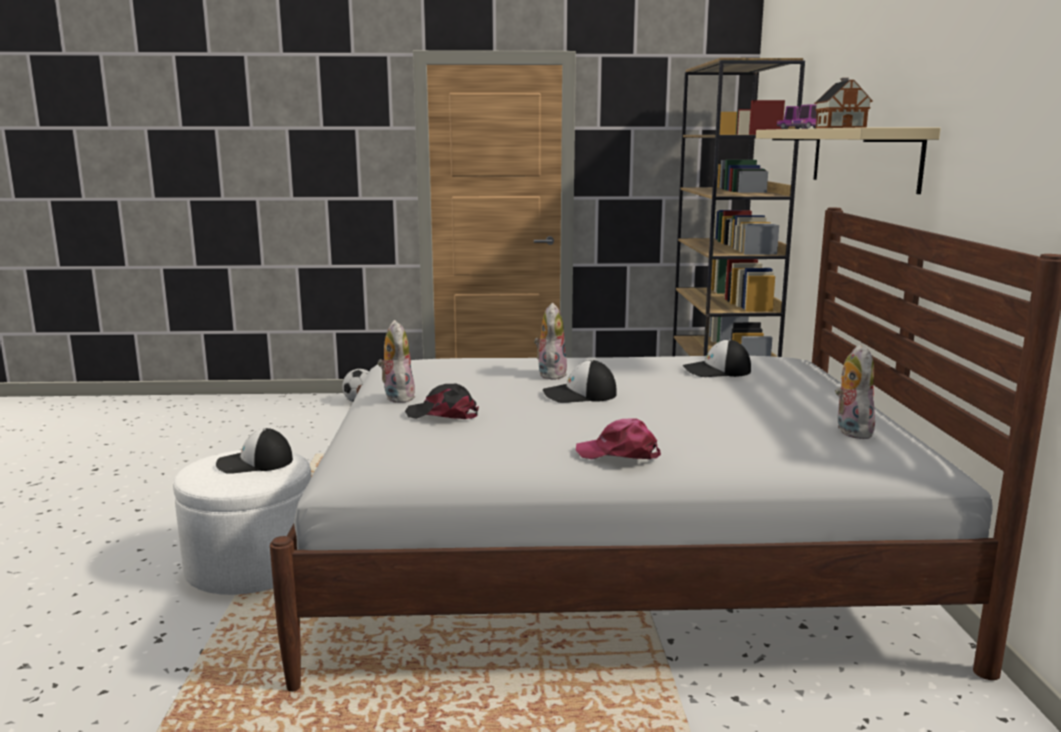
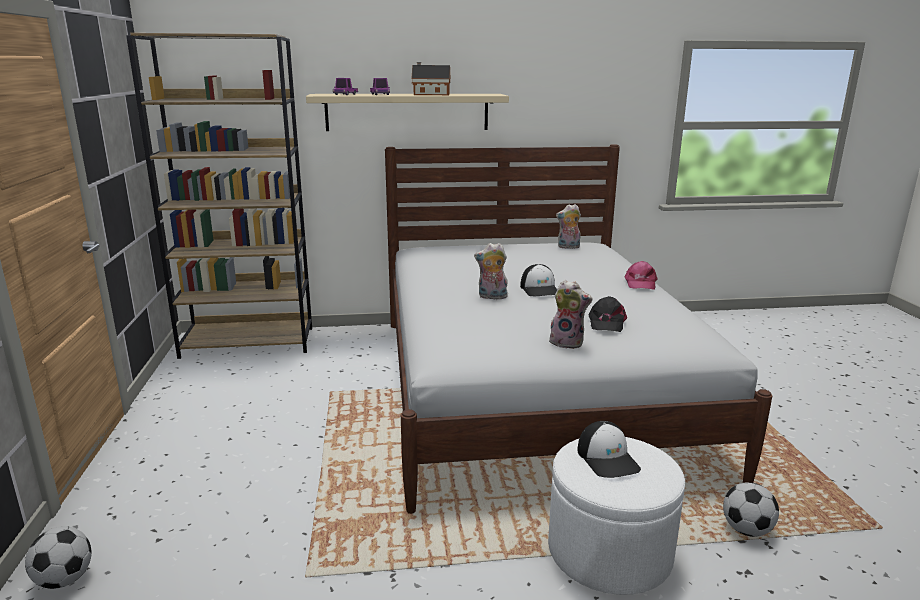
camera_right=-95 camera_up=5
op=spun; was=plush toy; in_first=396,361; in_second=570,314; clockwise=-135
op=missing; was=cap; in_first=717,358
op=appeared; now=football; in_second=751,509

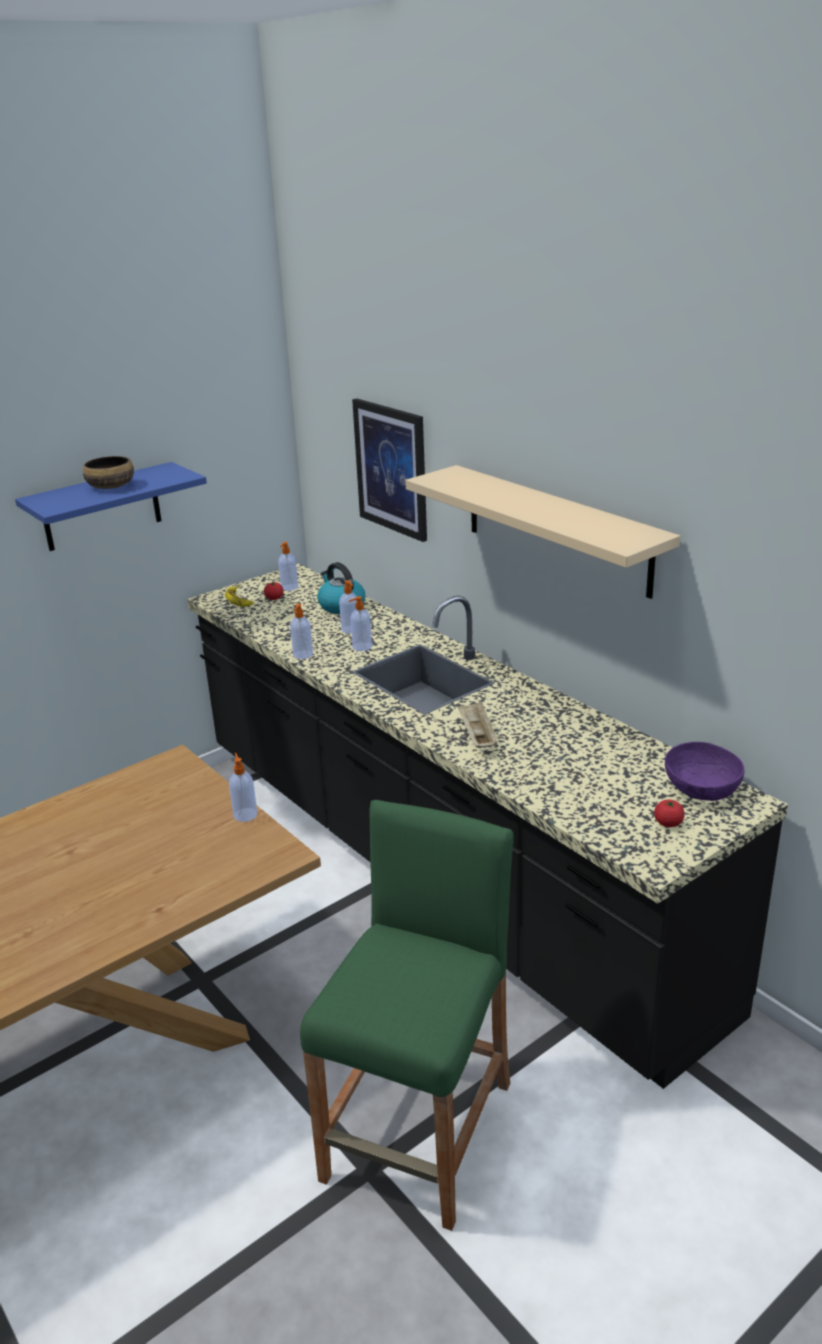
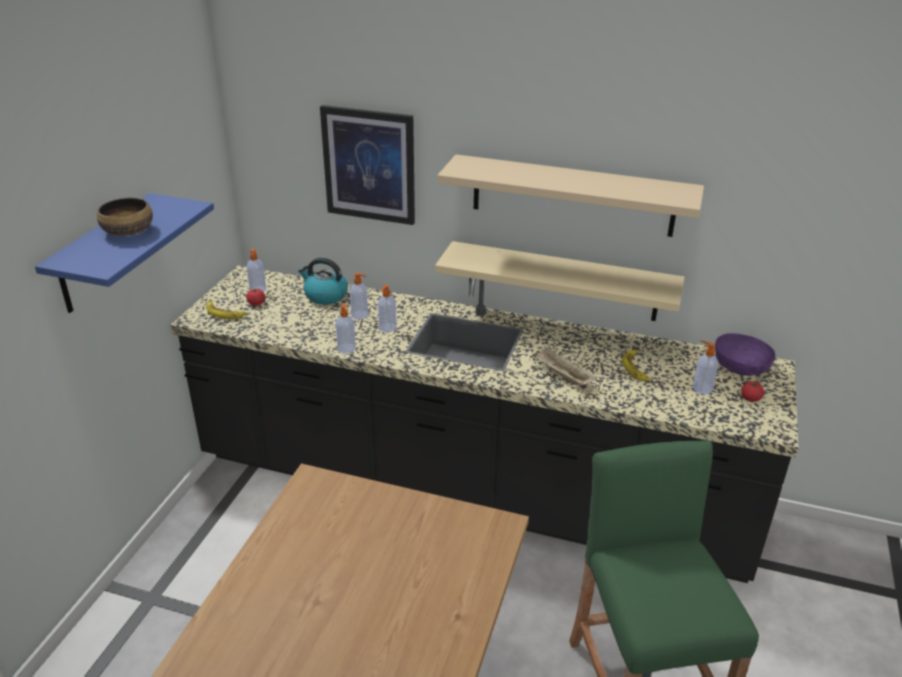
camera_right=-35 camera_up=5
op=relocated; was=soap dispenser; in_first=243,787; in_second=705,367
op=appeared; now=shelf (beige); in_second=560,281
op=appeared; now=banana; in_second=636,365

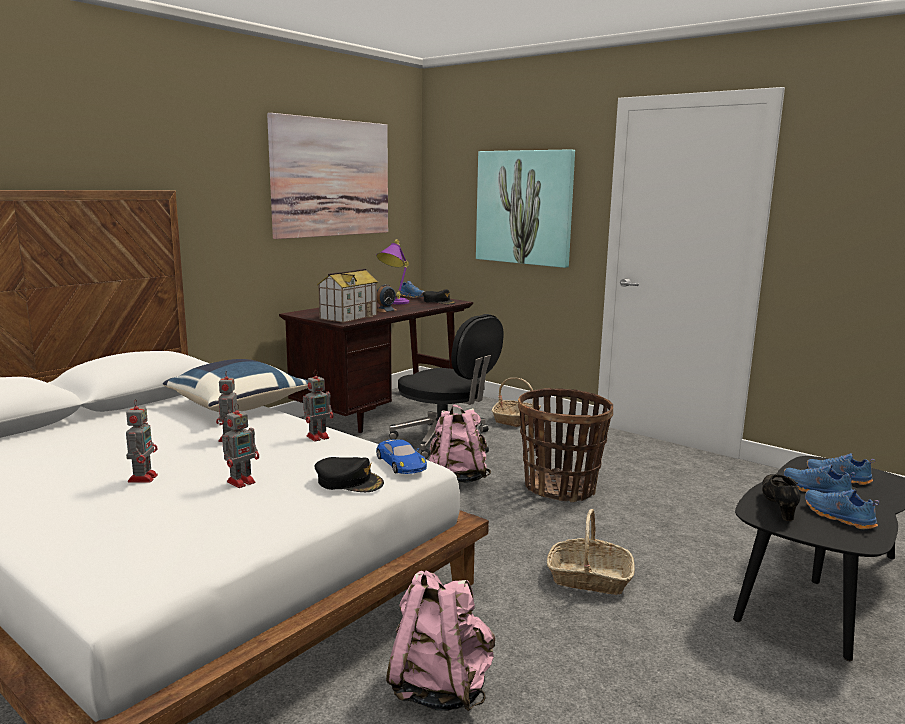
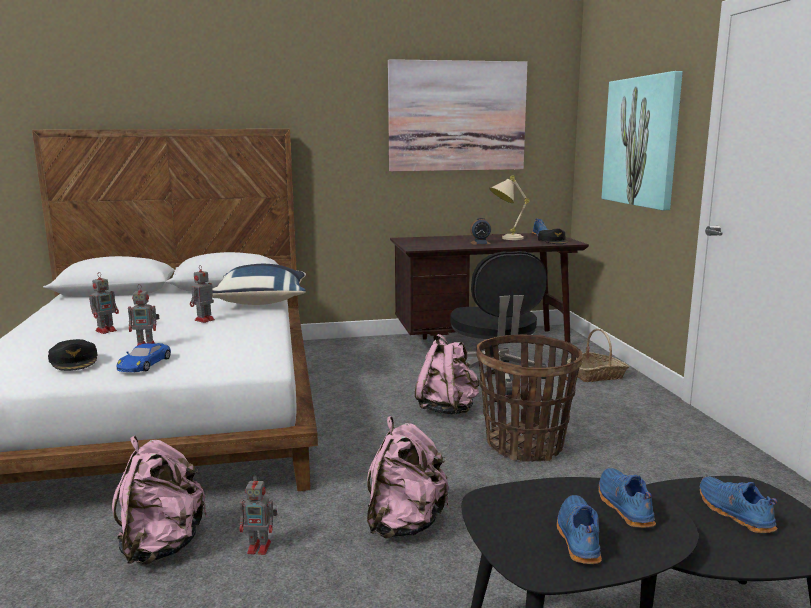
camera_right=40 camera_up=0
op=relocated; was=toy robot; in_first=318,406; in_second=258,515
op=relocated; was=cap (black); in_first=349,474; in_second=72,355
op=missing; was=toy house; in_first=347,295
op=colour; was=table lamp (purple); now=table lamp (beige); in_first=392,272; in_second=509,208
op=relocated; was=toy car (blue); in_first=401,456; in_second=144,357
op=exchanged; was=basket; now=backpack (pink); in_first=591,552; in_second=408,477
op=missing; was=shoe (black); in_first=781,497

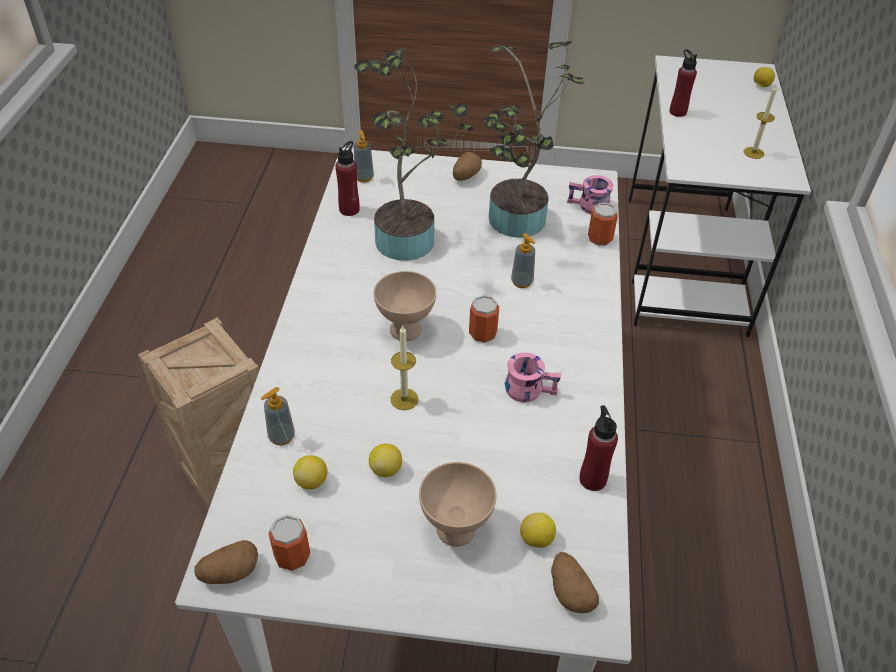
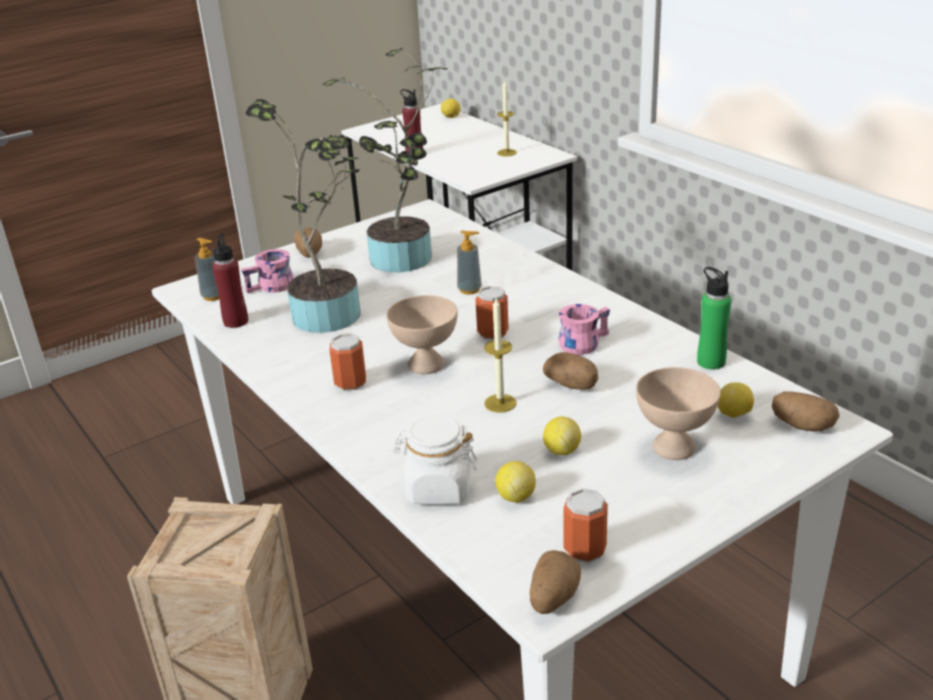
camera_right=-40 camera_up=-15
op=exchanged; was=soap dispenser; now=jar (white); in_first=277,416; in_second=435,460
op=relocated; was=mug (pink); in_first=590,194; in_second=267,271
op=colour; was=bottle (red); now=bottle (green); in_first=598,448; in_second=714,318
op=relocated; was=can; in_first=603,224; in_second=347,362
op=appeared; now=potato; in_second=570,371

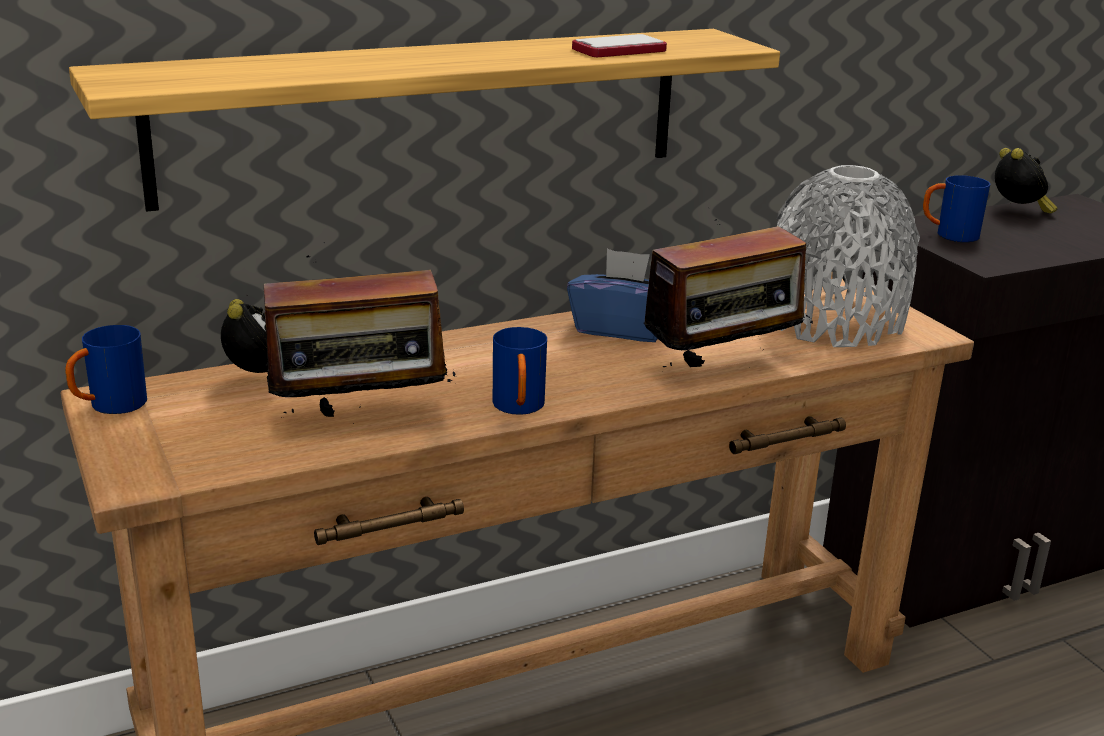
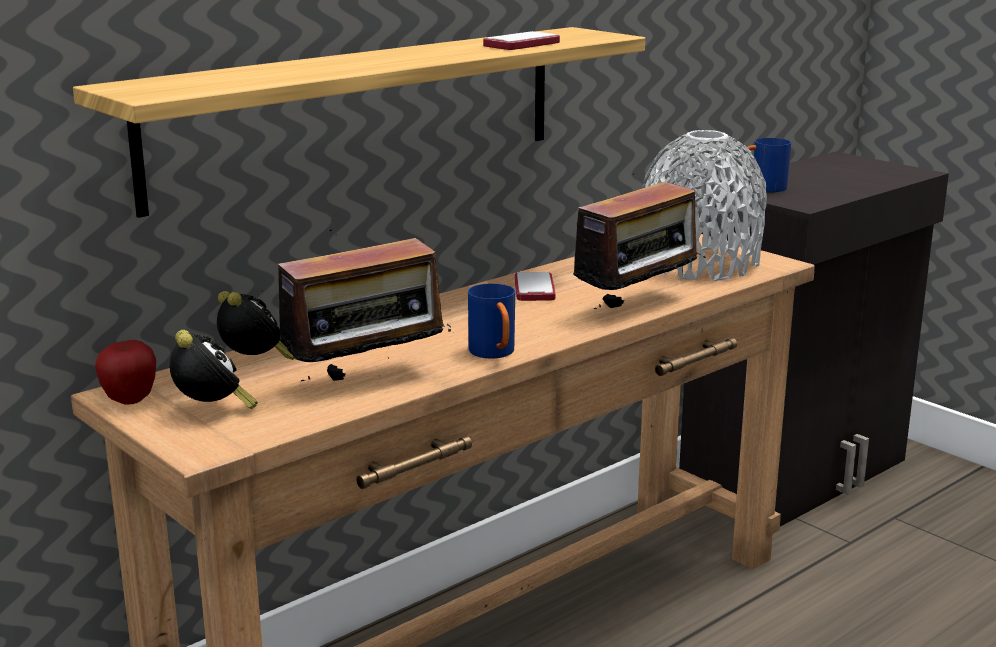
camera_right=-15 camera_up=-5
op=exchanged; was=mug (blue); now=apple; in_first=106,369; in_second=125,372
op=exchanged; was=tissue box (blue); now=phone; in_first=612,295; in_second=535,286
op=relocated; was=alarm clock; in_first=1026,181; in_second=213,369

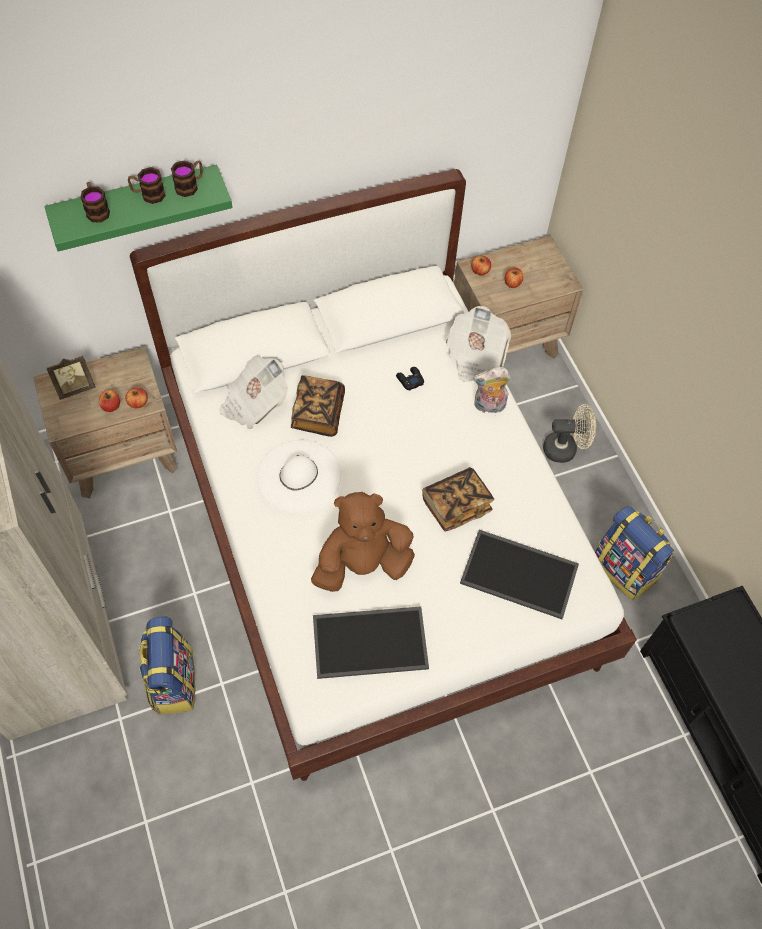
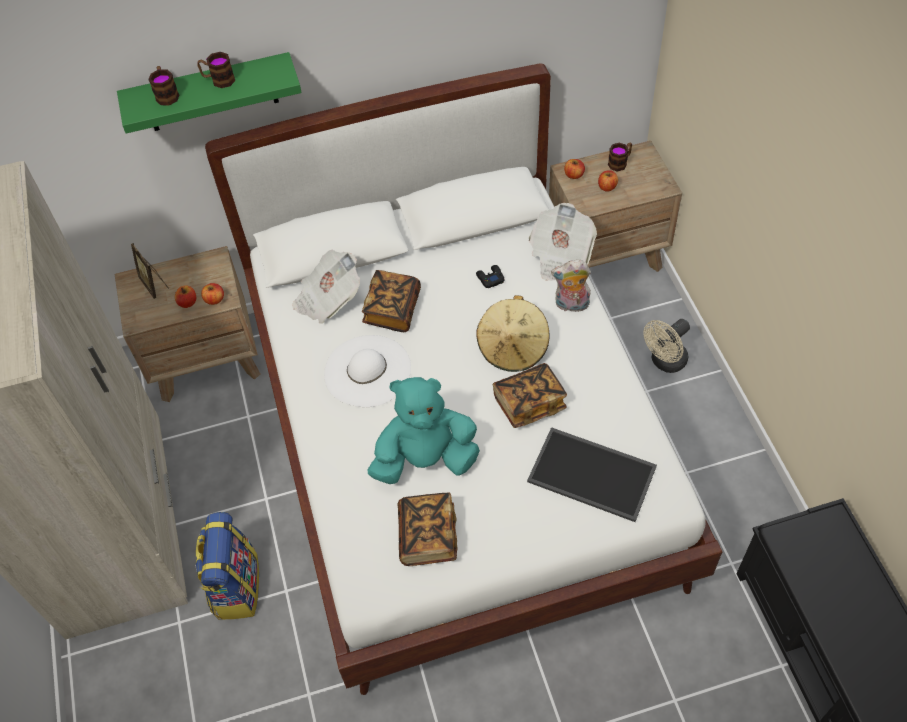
camera_right=10 camera_up=-5
op=spun; was=picture frame; in_first=70,378; in_second=150,271; clockwise=75
op=relocated; was=mug; in_first=187,179; in_second=620,157
op=colour; was=plush toy (brown); now=plush toy (turquoise); in_first=363,542; in_second=423,430
op=exchanged; was=tray; now=book; in_first=371,642; in_second=427,529
op=spun; was=fan (beige); in_first=569,433; in_second=666,346; clockwise=135
op=missing; was=backpack; in_first=634,553
op=appeared; now=hat (beige); in_second=513,333

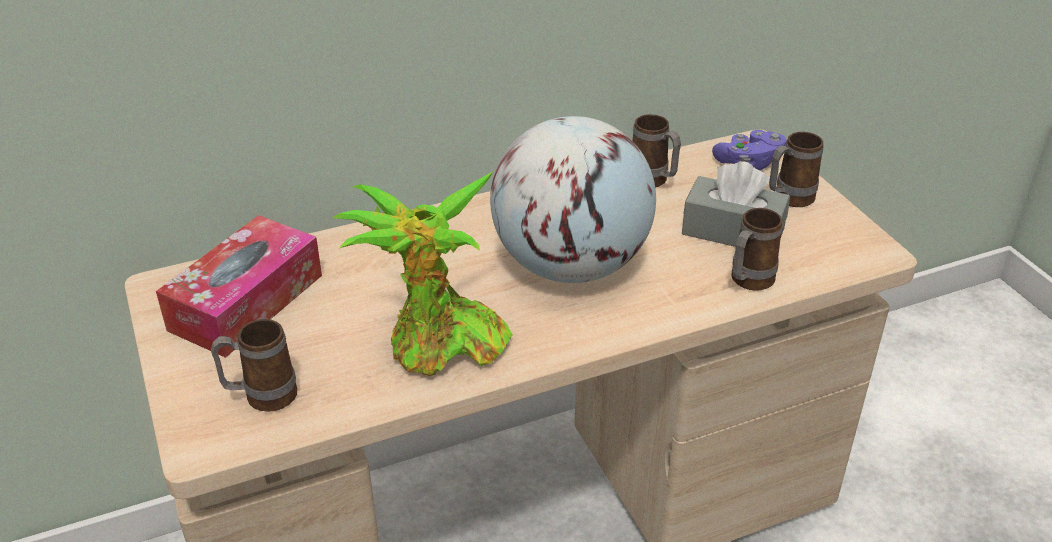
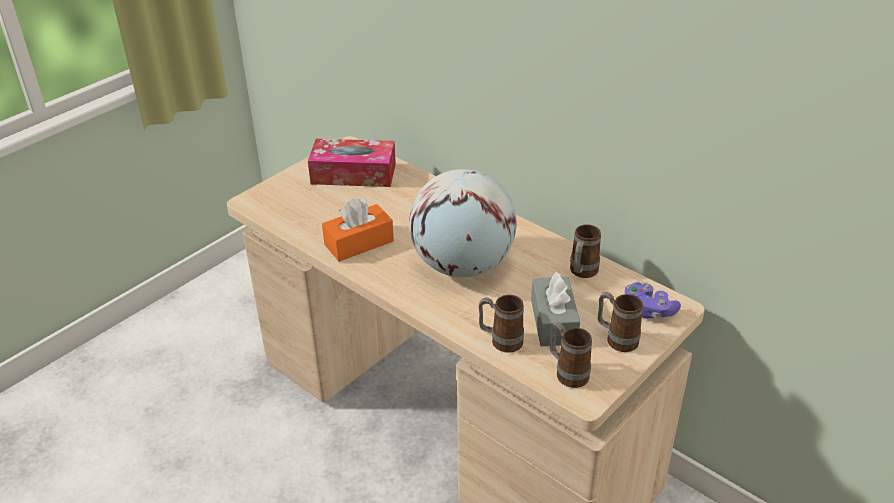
camera_right=65 camera_up=0
op=relocated; was=mug; in_first=254,365; in_second=571,355
op=exchanged; was=potted plant; now=tissue box (orange); in_first=422,274; in_second=358,230

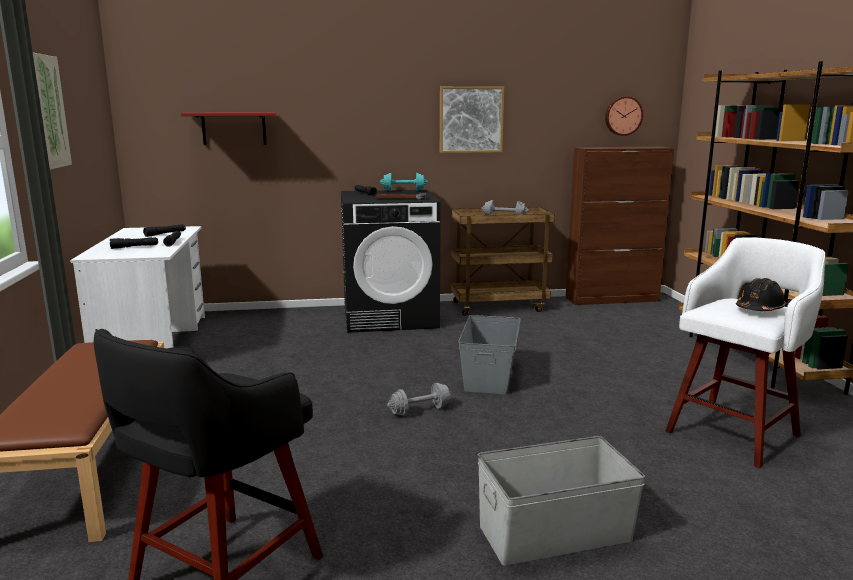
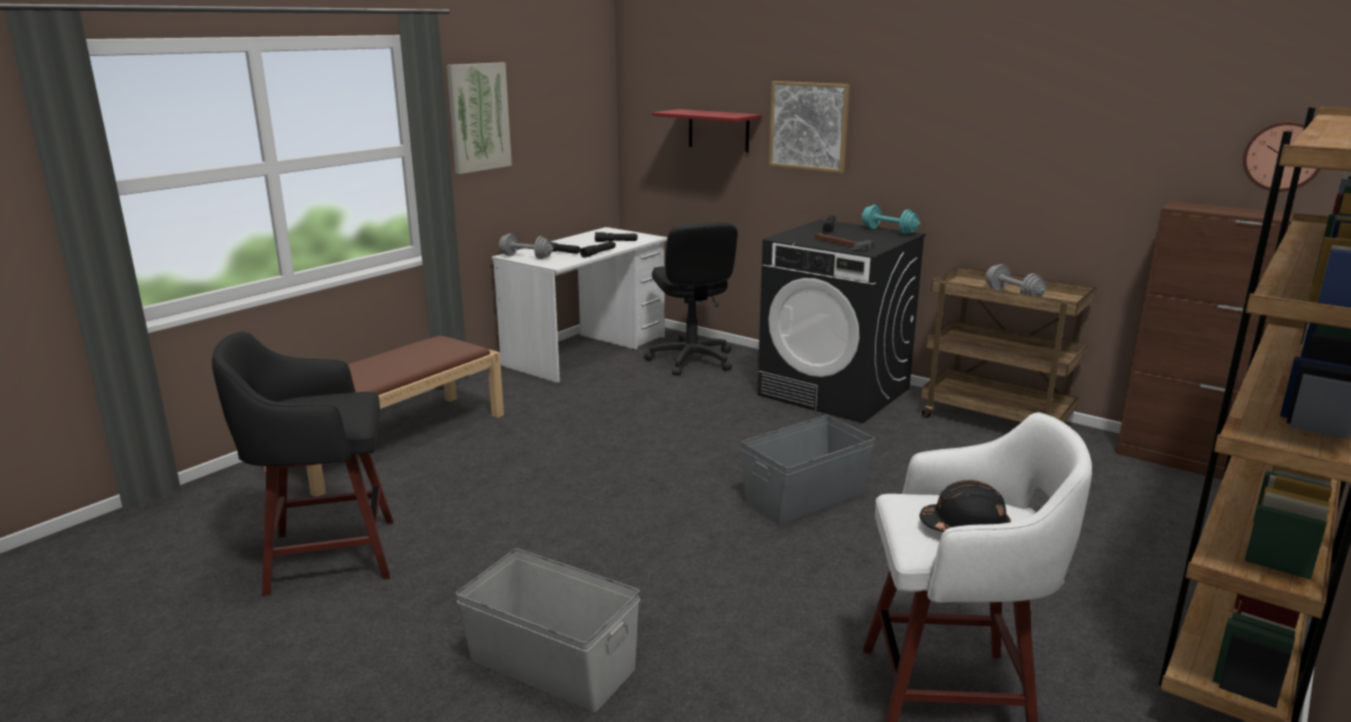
camera_right=45 camera_up=5
op=relocated; was=dumbbell (grey); in_first=419,399; in_second=526,246
op=relocated; was=picture; in_first=472,119; in_second=809,127
op=appeared; now=office chair (black); in_second=691,299

